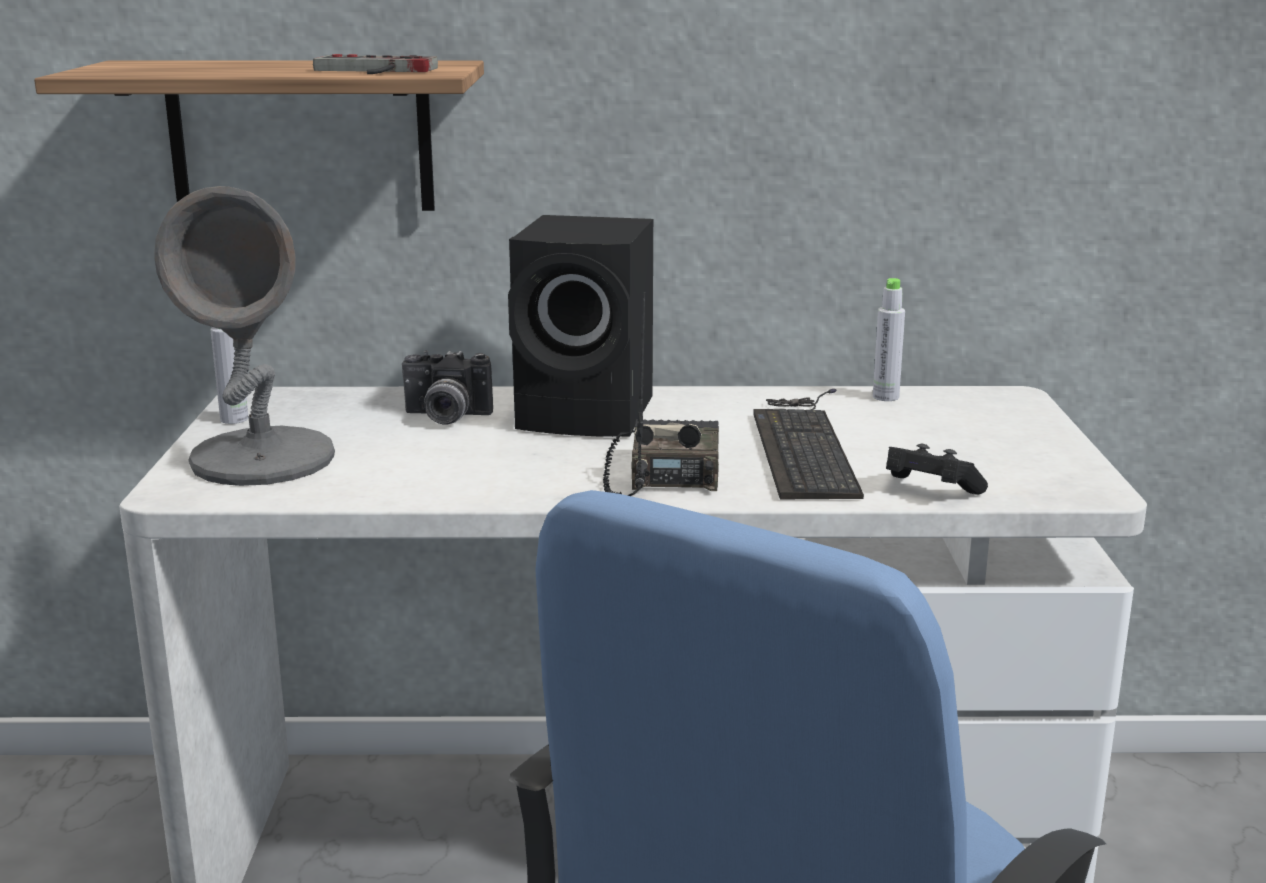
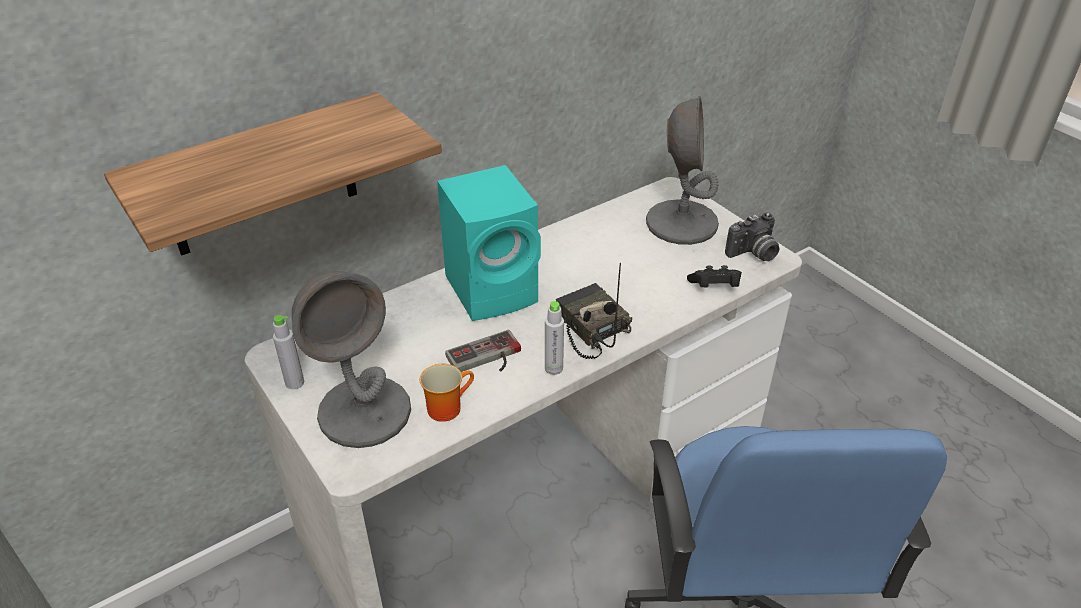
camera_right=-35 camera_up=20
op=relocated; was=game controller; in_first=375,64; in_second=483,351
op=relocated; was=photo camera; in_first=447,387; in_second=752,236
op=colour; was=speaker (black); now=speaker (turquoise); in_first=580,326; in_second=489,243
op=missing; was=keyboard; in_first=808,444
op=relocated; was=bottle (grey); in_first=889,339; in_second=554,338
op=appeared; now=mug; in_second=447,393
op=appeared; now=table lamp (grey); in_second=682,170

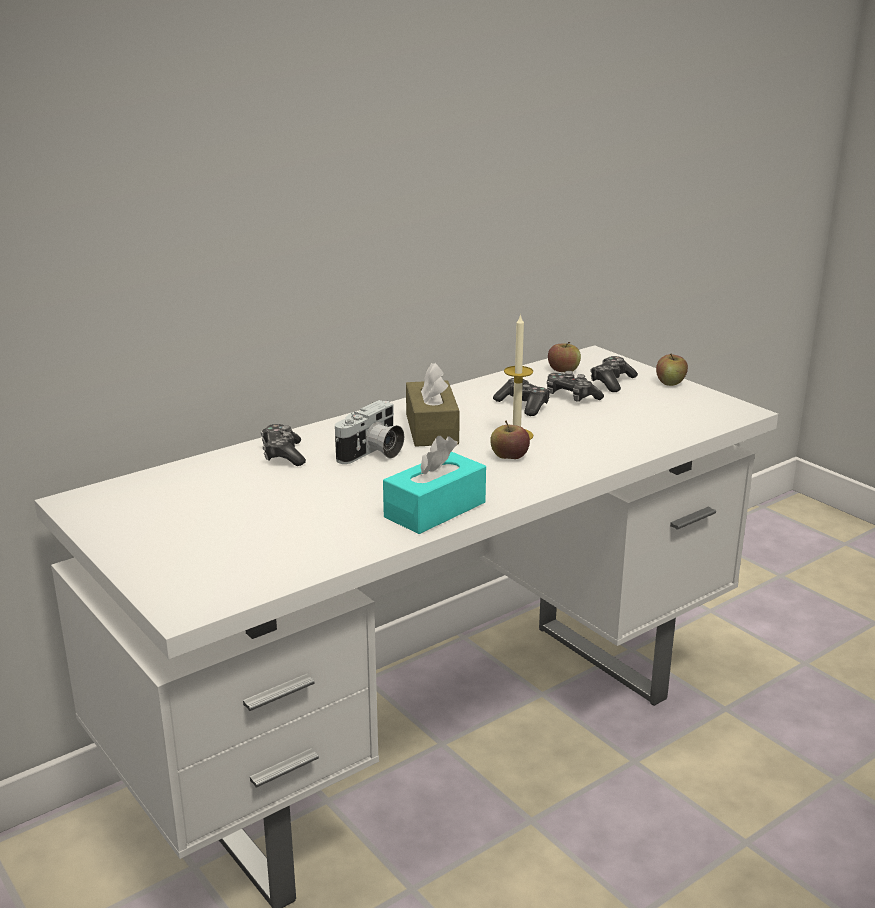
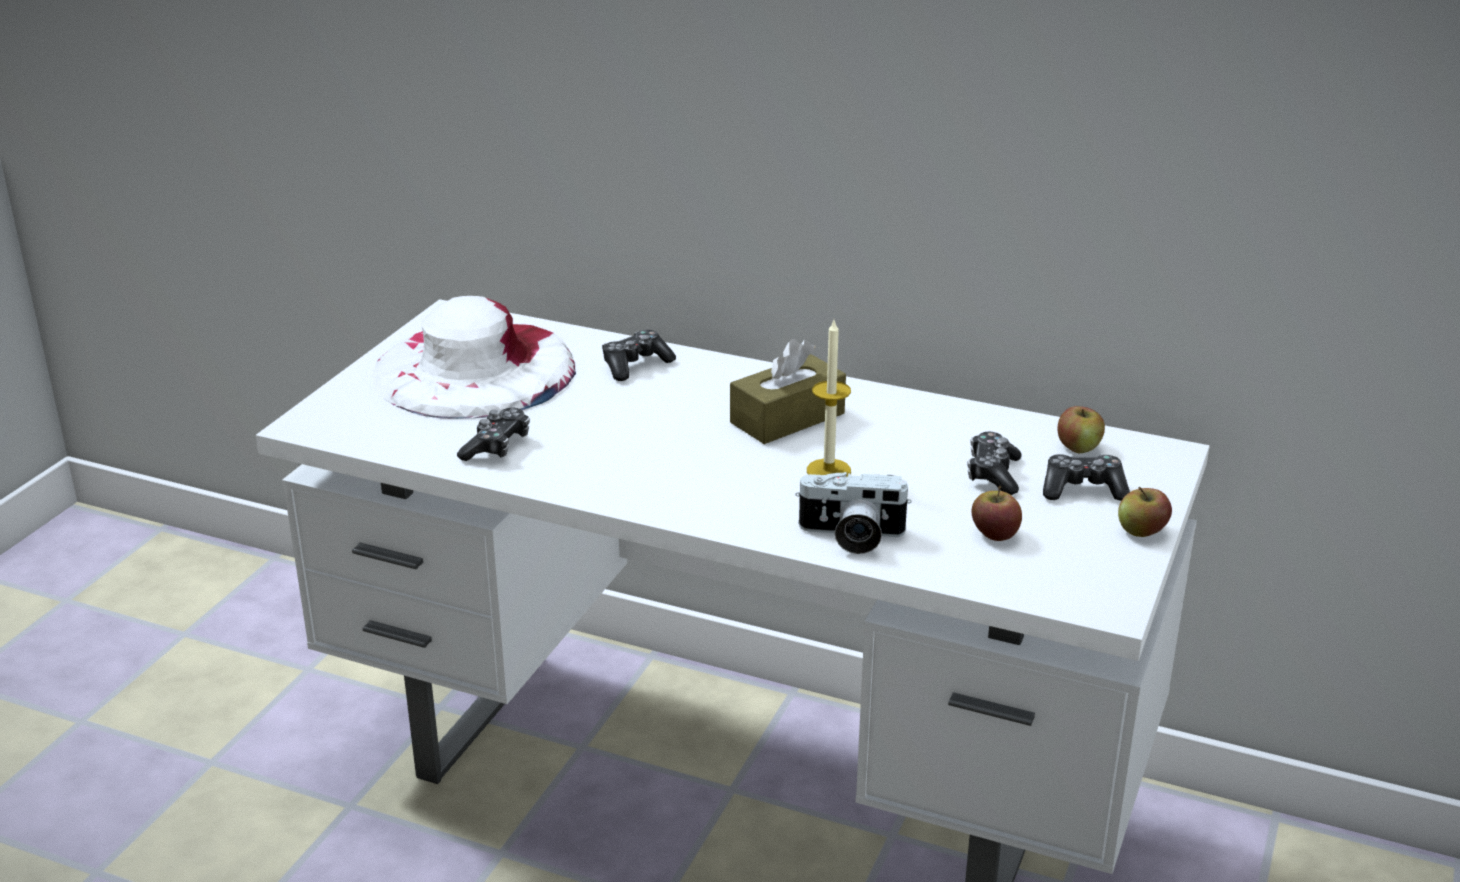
camera_right=60 camera_up=5
op=relocated; was=photo camera; in_first=369,432; in_second=853,513
op=missing; was=tissue box (turquoise); in_first=434,485
op=relocated; was=apple; in_first=510,439; in_second=996,513
op=relocated; was=game controller; in_first=521,397; in_second=493,434
op=appeared; now=hat (white); in_second=473,357

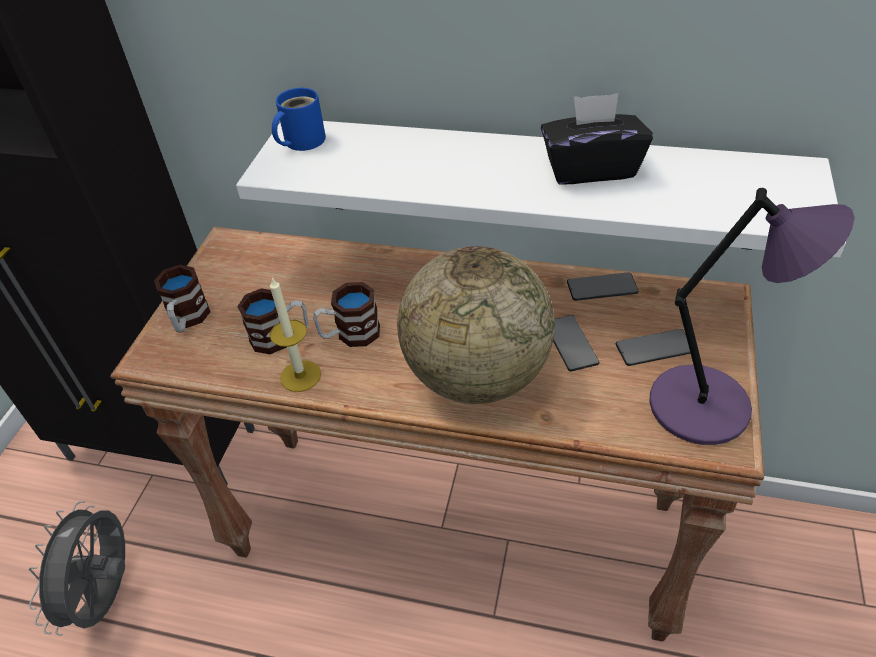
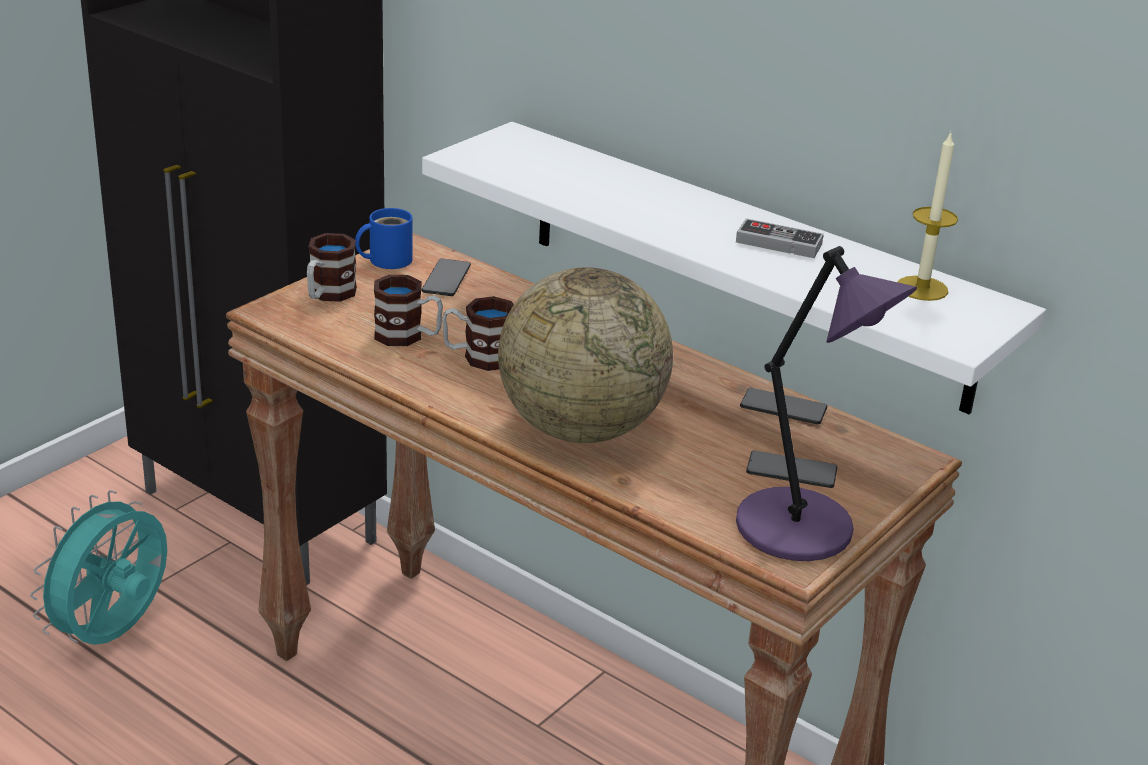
camera_right=20 camera_up=-15
op=colour; was=fan (grey); now=fan (turquoise); in_first=77,568; in_second=98,567
op=relocated; was=candle; in_first=295,334; in_second=928,216
op=relocated; was=mug (blue); in_first=299,119; in_second=384,238
op=exchanged; was=tissue box (black); now=game controller; in_first=597,139; in_second=780,238
op=relocated; was=phone; in_first=576,343; in_second=446,277

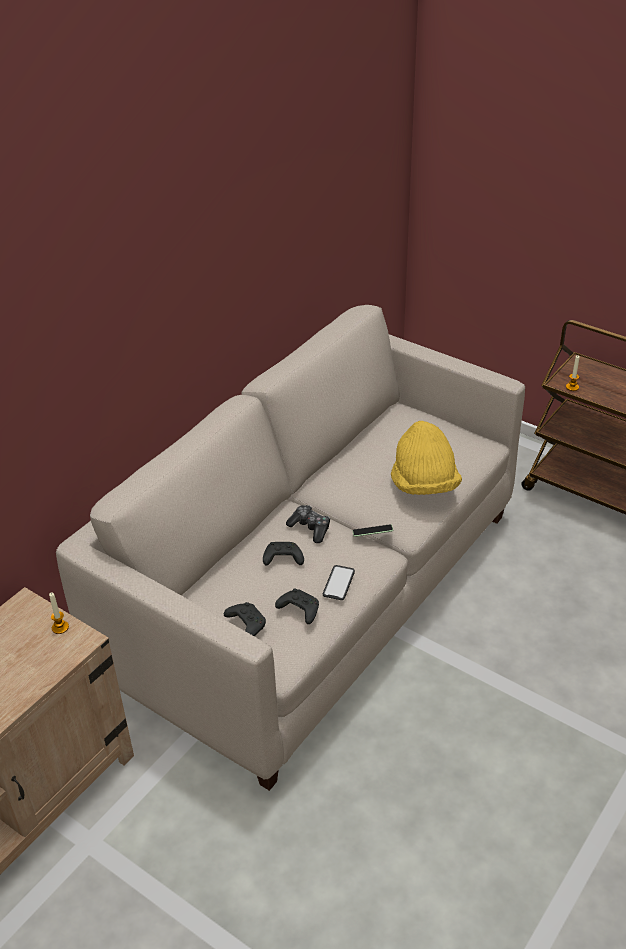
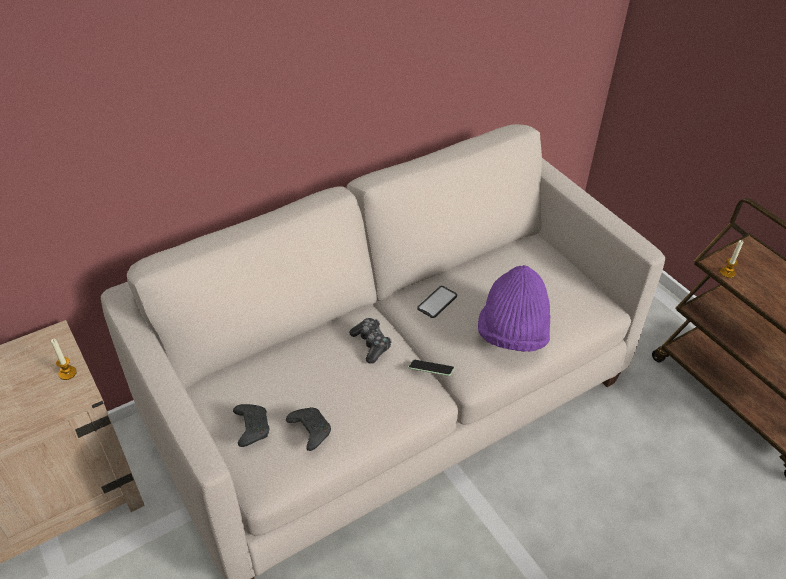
camera_right=20 camera_up=5
op=missing; was=game controller (black); in_first=283,554
op=relocated; was=phone; in_first=339,582; in_second=437,302
op=colour; was=hat (yellow); now=hat (purple); in_first=426,458; in_second=514,308

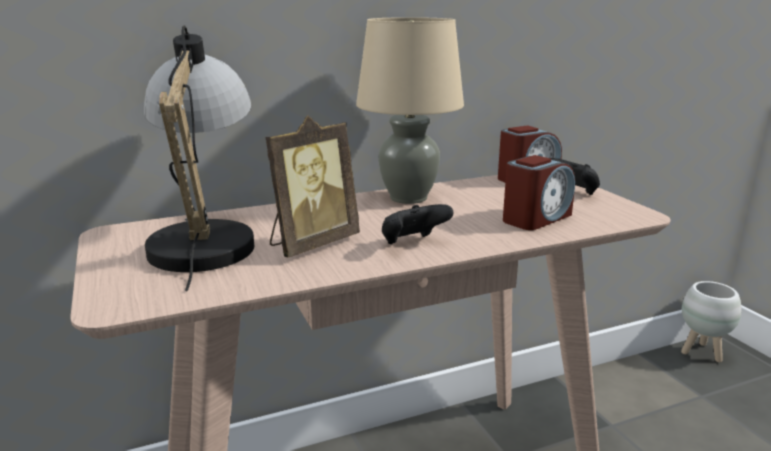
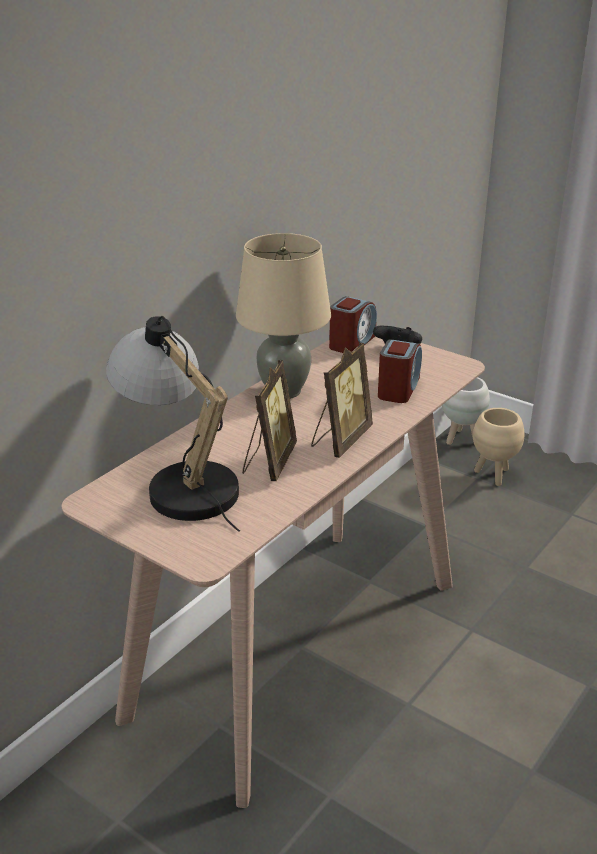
camera_right=-30 camera_up=10
op=exchanged; was=game controller (black); now=picture frame; in_first=417,224; in_second=342,400
op=appeared; now=planter (beige); in_second=498,447

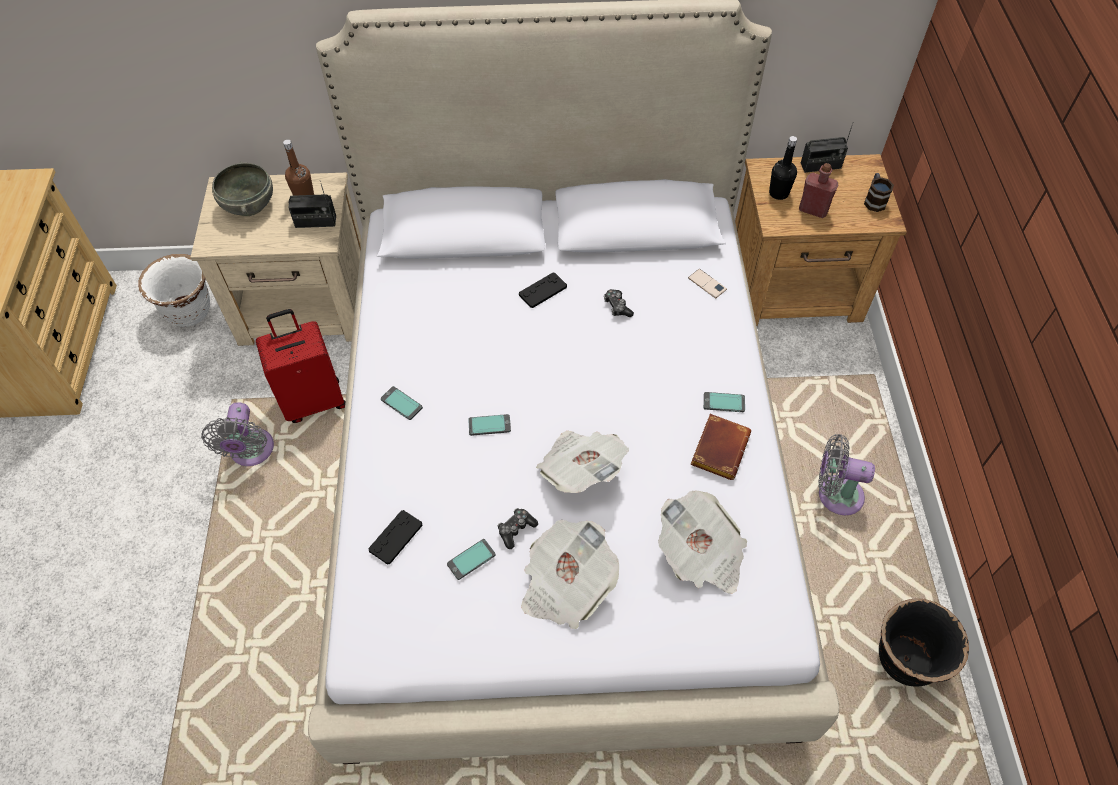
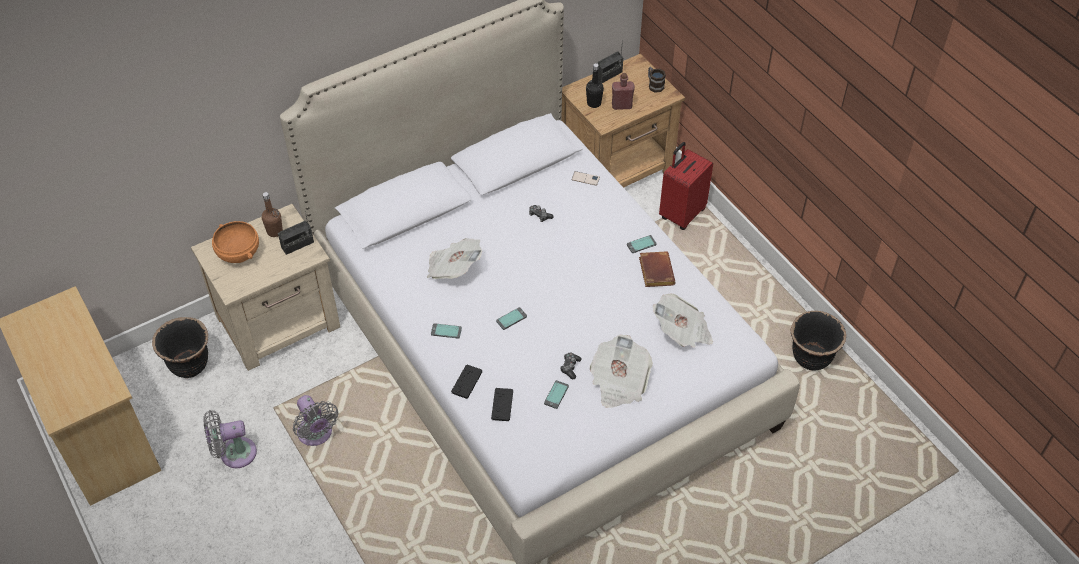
camera_right=-30 camera_up=-5
op=colour; was=planter (white); now=planter (black); in_first=174,290; in_second=180,347
op=colour; was=bowl (grey); now=bowl (orange); in_first=242,189; in_second=235,242
op=relocated; was=suitcase (red); in_first=301,366; in_second=686,186
op=relocated; was=game controller (black); in_first=543,290; in_second=466,382
op=relocated; was=newspaper; in_first=582,462; in_second=454,258
op=relocated; was=fan (grey); in_first=847,474; in_second=230,439

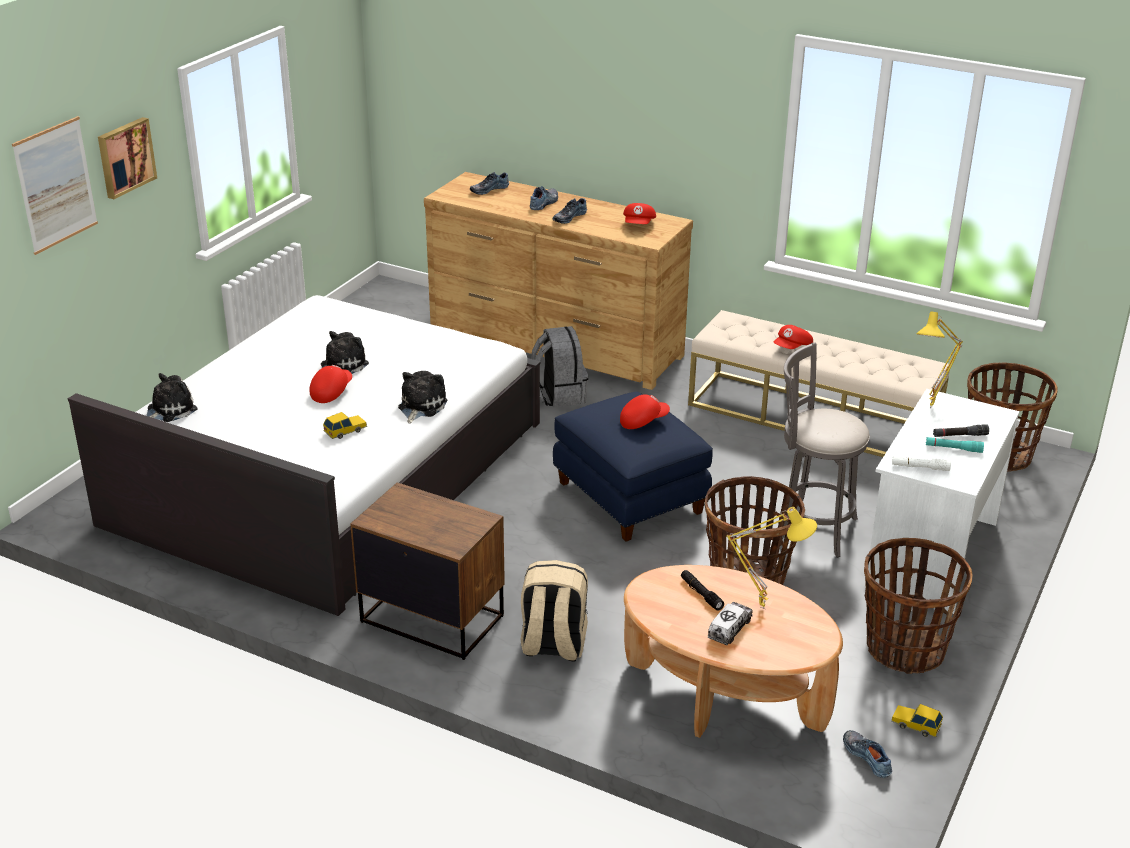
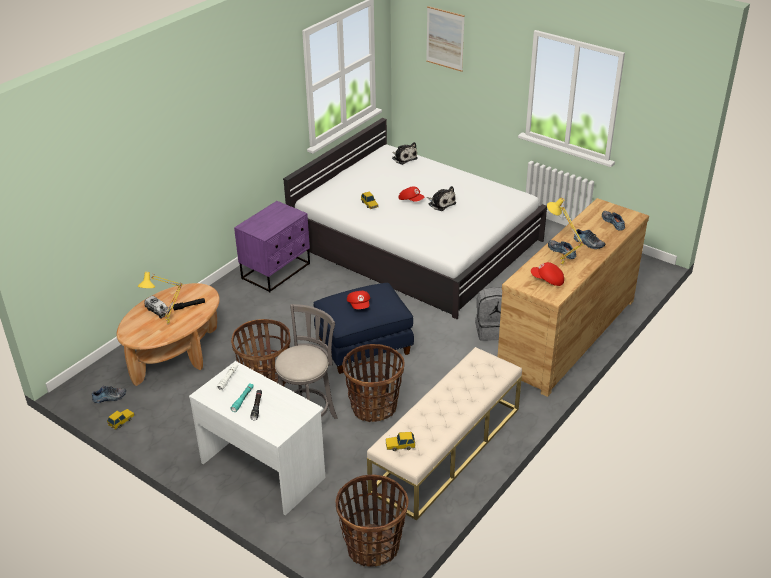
camera_right=100 camera_up=5
op=missing; was=picture; in_first=127,158
op=colour; was=nightstand (brown); now=nightstand (purple); in_first=427,571; in_second=272,246
op=missing; was=plush toy; in_first=423,397
op=missing; was=backpack (beige); in_first=554,611
op=missing; was=cap (red); in_first=793,337
op=relocated; was=basket; in_first=918,606; in_second=374,383
op=relocated; was=table lamp (yellow); in_first=940,359; in_second=565,231
op=appeared; now=toy car; in_second=400,441

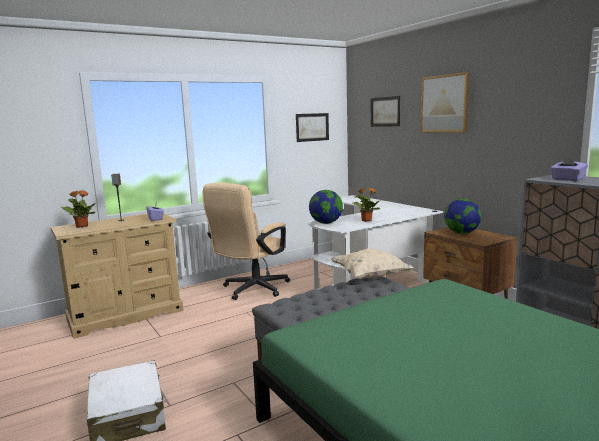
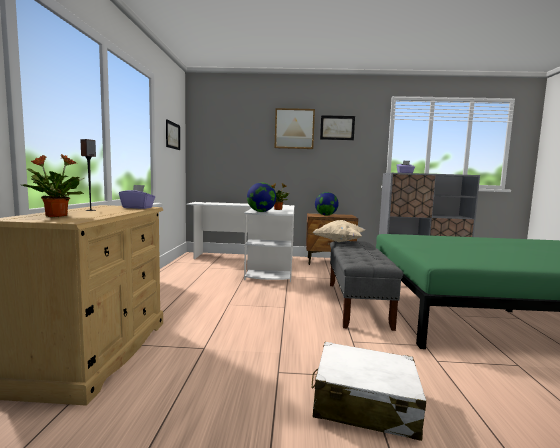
camera_right=-55 camera_up=-5
op=missing; was=office chair (beige); in_first=246,241
op=relocated; was=picture; in_first=385,111; in_second=337,127

